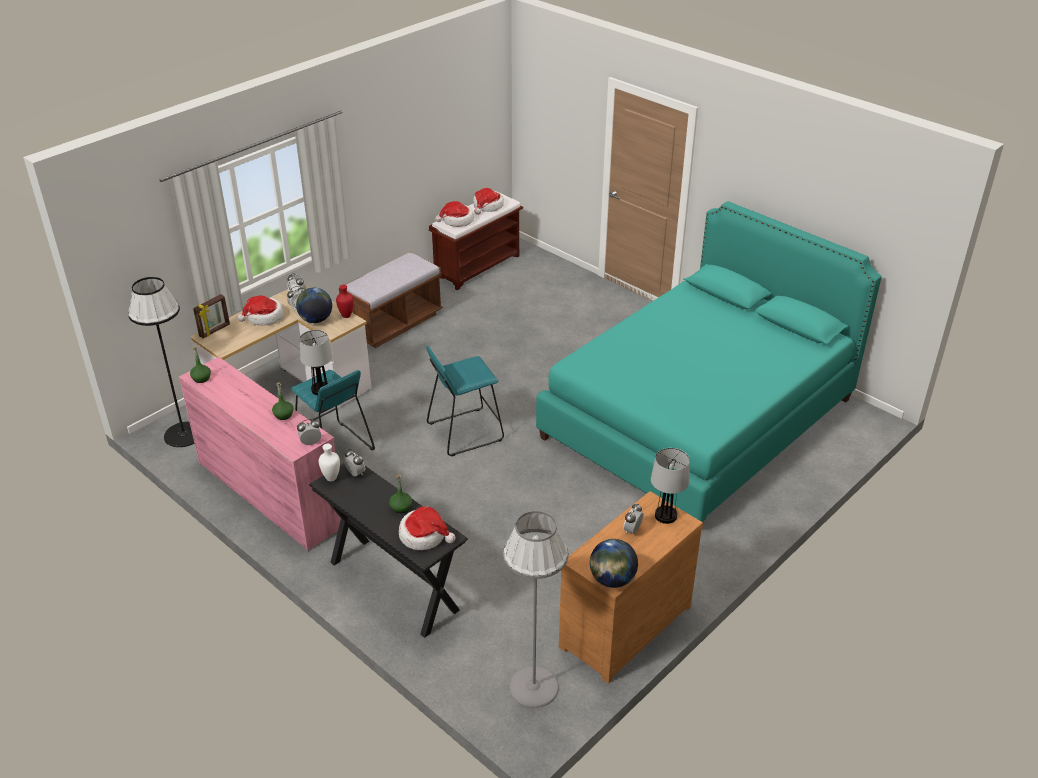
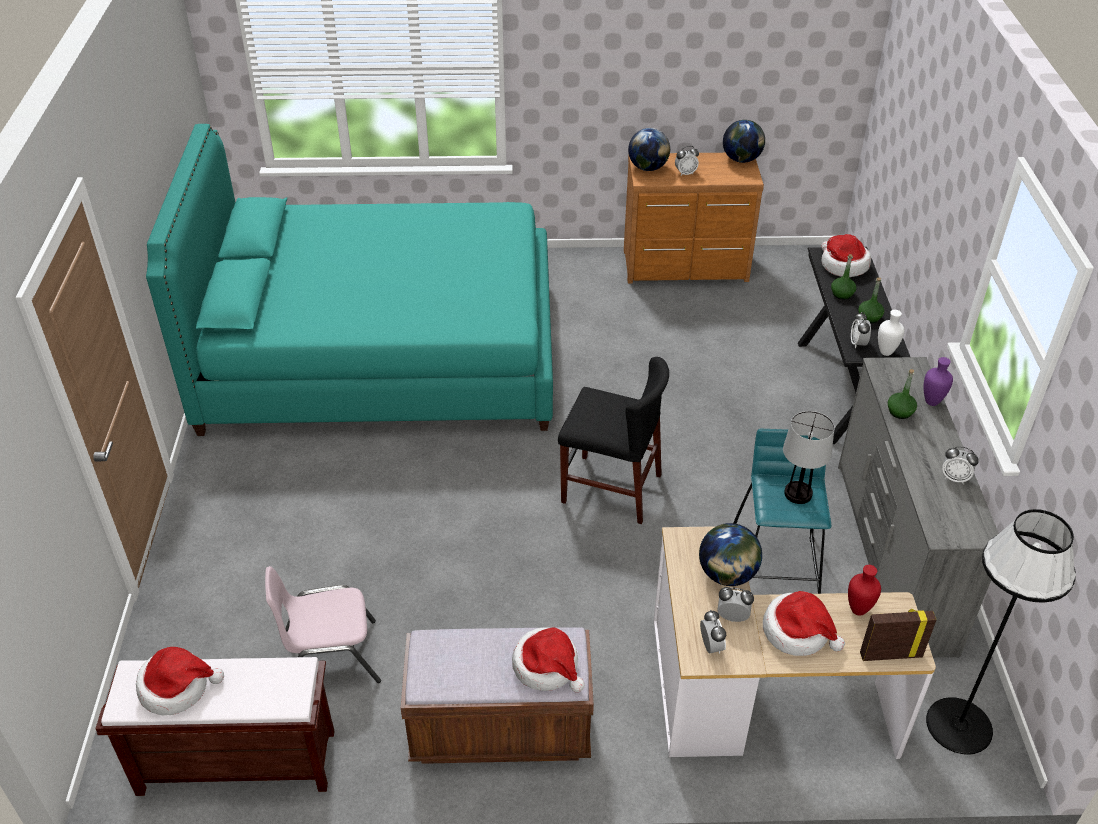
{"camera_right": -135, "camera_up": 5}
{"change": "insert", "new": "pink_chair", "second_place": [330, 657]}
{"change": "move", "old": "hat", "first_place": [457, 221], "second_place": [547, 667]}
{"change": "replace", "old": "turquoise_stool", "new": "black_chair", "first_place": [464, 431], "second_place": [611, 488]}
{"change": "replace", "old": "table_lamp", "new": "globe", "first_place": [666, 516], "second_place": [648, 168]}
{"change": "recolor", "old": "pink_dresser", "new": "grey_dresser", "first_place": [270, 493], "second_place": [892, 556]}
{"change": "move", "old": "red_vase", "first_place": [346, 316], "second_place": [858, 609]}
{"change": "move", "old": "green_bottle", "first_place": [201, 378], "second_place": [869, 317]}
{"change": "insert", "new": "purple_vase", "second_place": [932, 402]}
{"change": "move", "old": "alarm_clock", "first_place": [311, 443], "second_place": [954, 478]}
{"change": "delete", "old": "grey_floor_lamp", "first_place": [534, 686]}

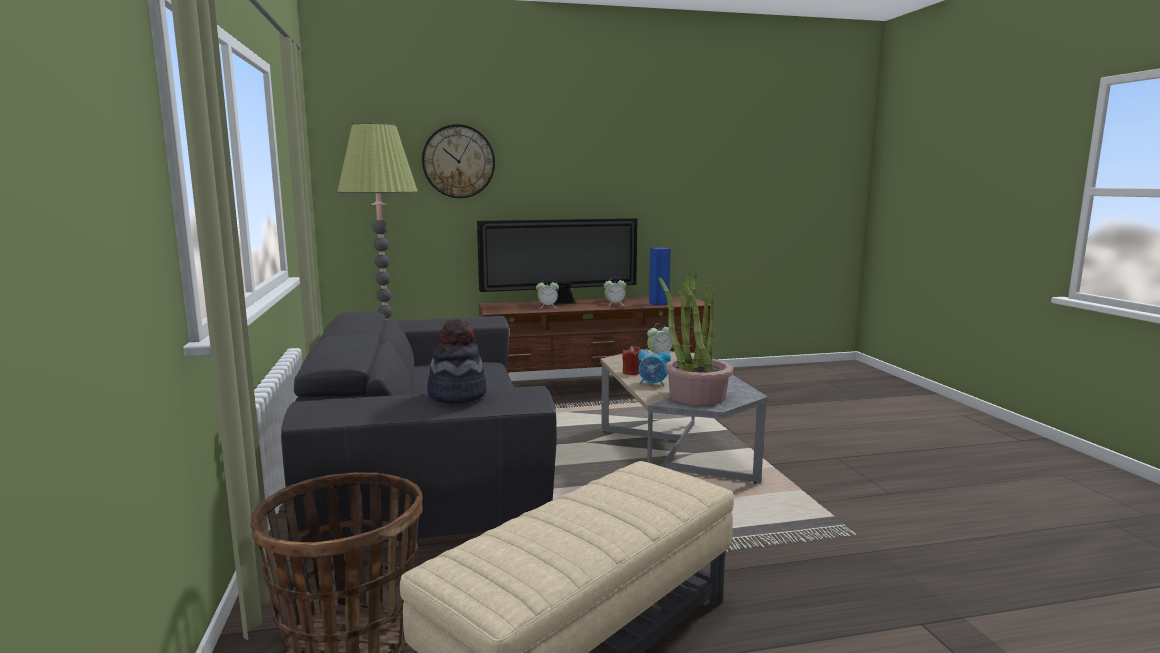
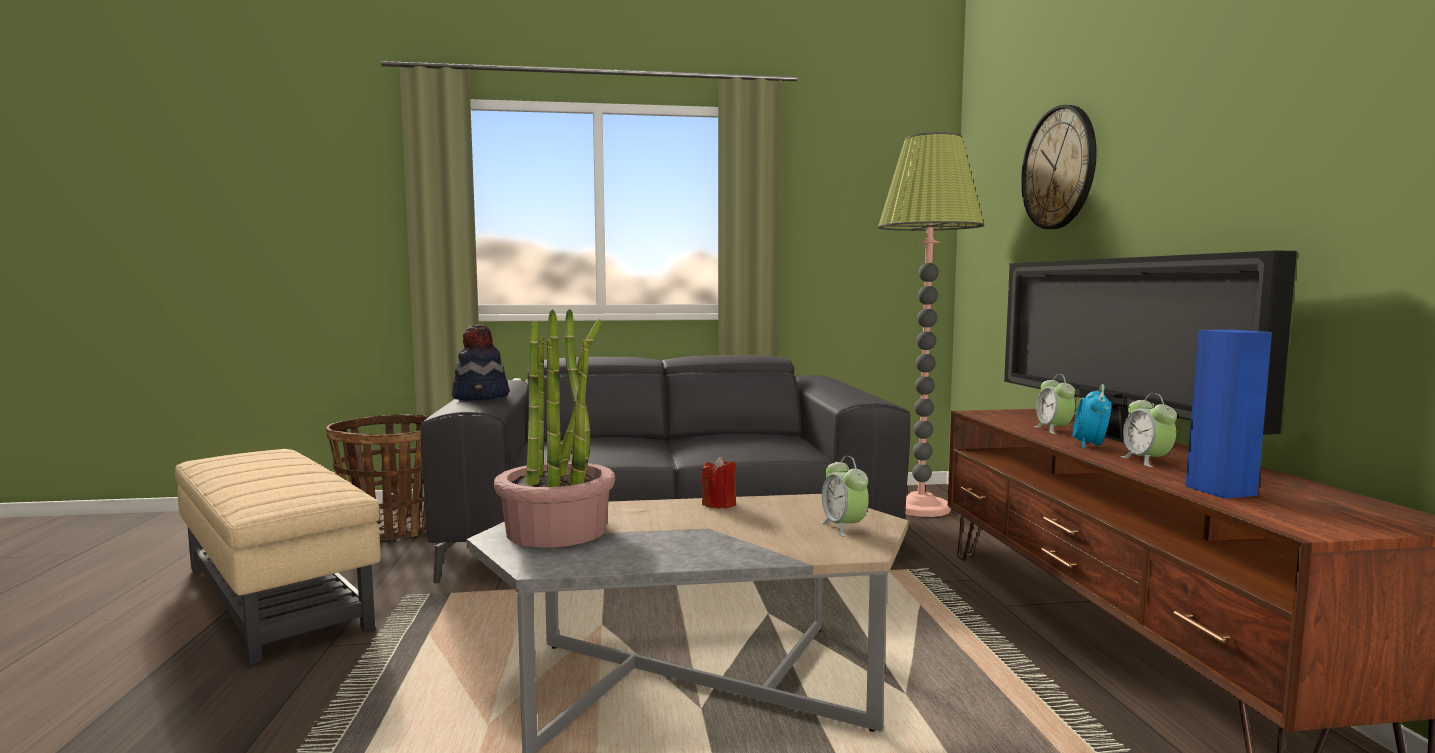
{"camera_right": 95, "camera_up": -5}
{"change": "move", "old": "alarm_clock", "first_place": [653, 384], "second_place": [1090, 445]}

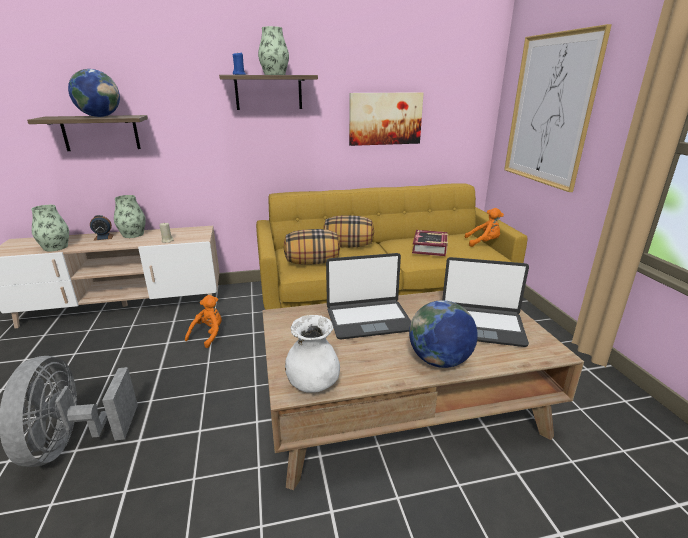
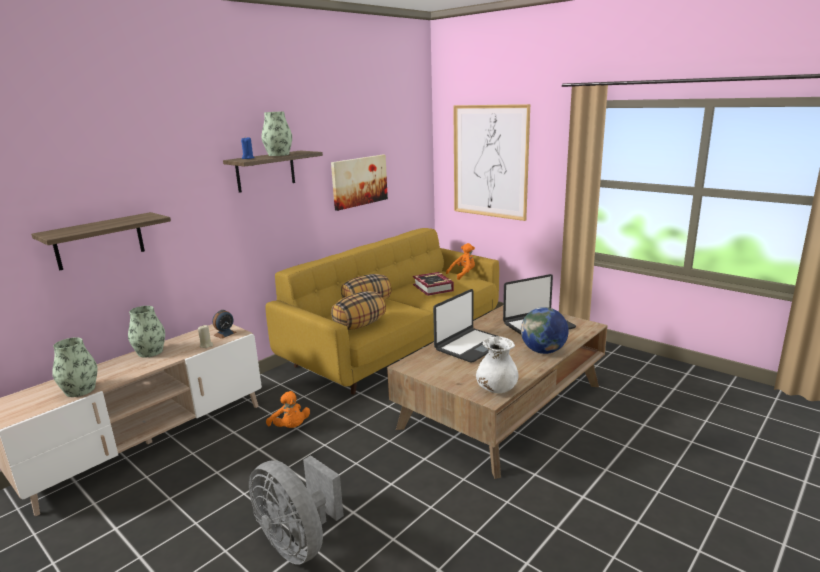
{"camera_right": -35, "camera_up": -5}
{"change": "move", "old": "alarm_clock", "first_place": [103, 237], "second_place": [225, 334]}
{"change": "rotate", "old": "orange_plush_toy", "first_place": [208, 335], "second_place": [290, 427], "degrees": 150}
{"change": "delete", "old": "globe", "first_place": [100, 116]}

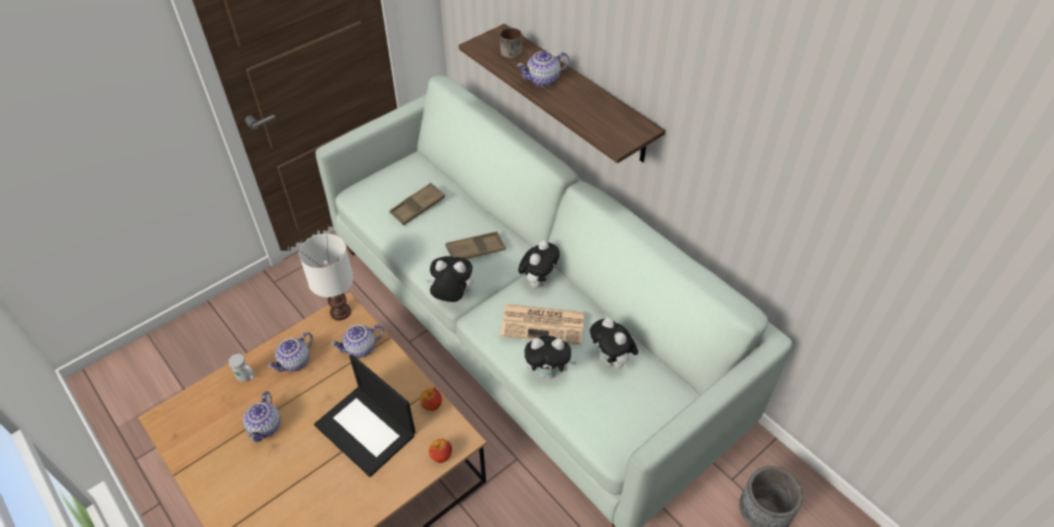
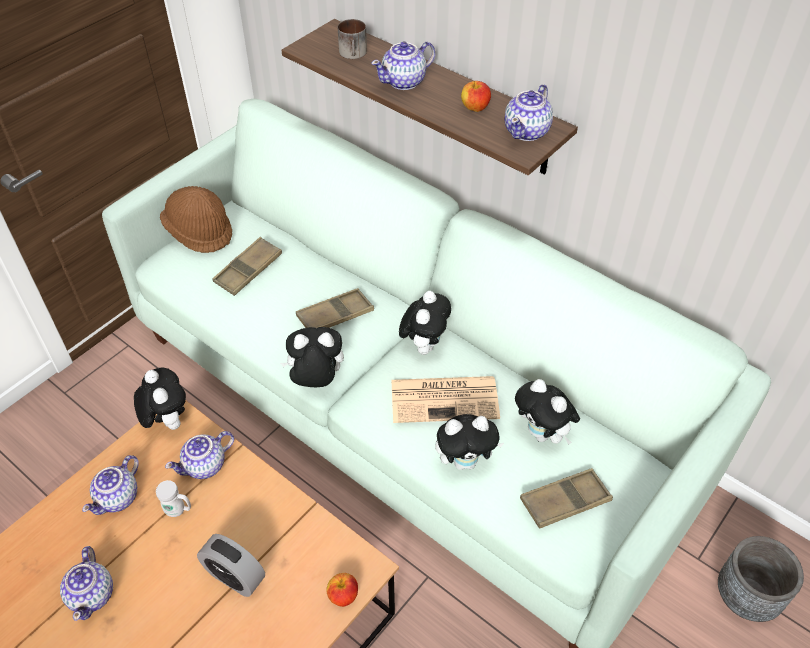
{"camera_right": -10, "camera_up": 0}
{"change": "replace", "old": "white_table_lamp", "new": "plush_toy", "first_place": [339, 312], "second_place": [167, 421]}
{"change": "move", "old": "white_mug", "first_place": [247, 378], "second_place": [178, 510]}
{"change": "insert", "new": "brown_hat", "second_place": [199, 232]}
{"change": "replace", "old": "laptop", "new": "alarm_clock", "first_place": [367, 430], "second_place": [235, 576]}
{"change": "move", "old": "apple", "first_place": [432, 405], "second_place": [475, 108]}
{"change": "insert", "new": "teapot", "second_place": [527, 131]}
{"change": "insert", "new": "brown_tray", "second_place": [565, 501]}

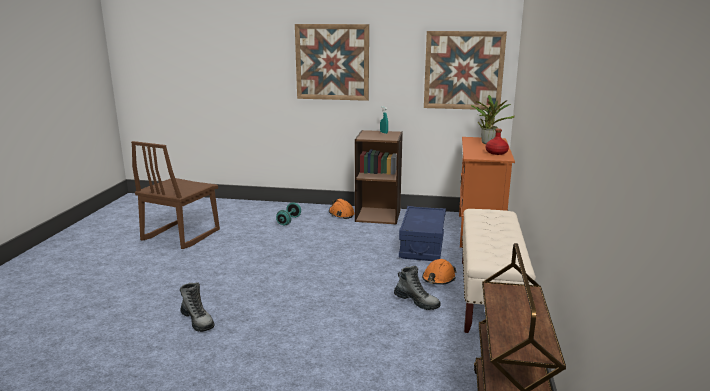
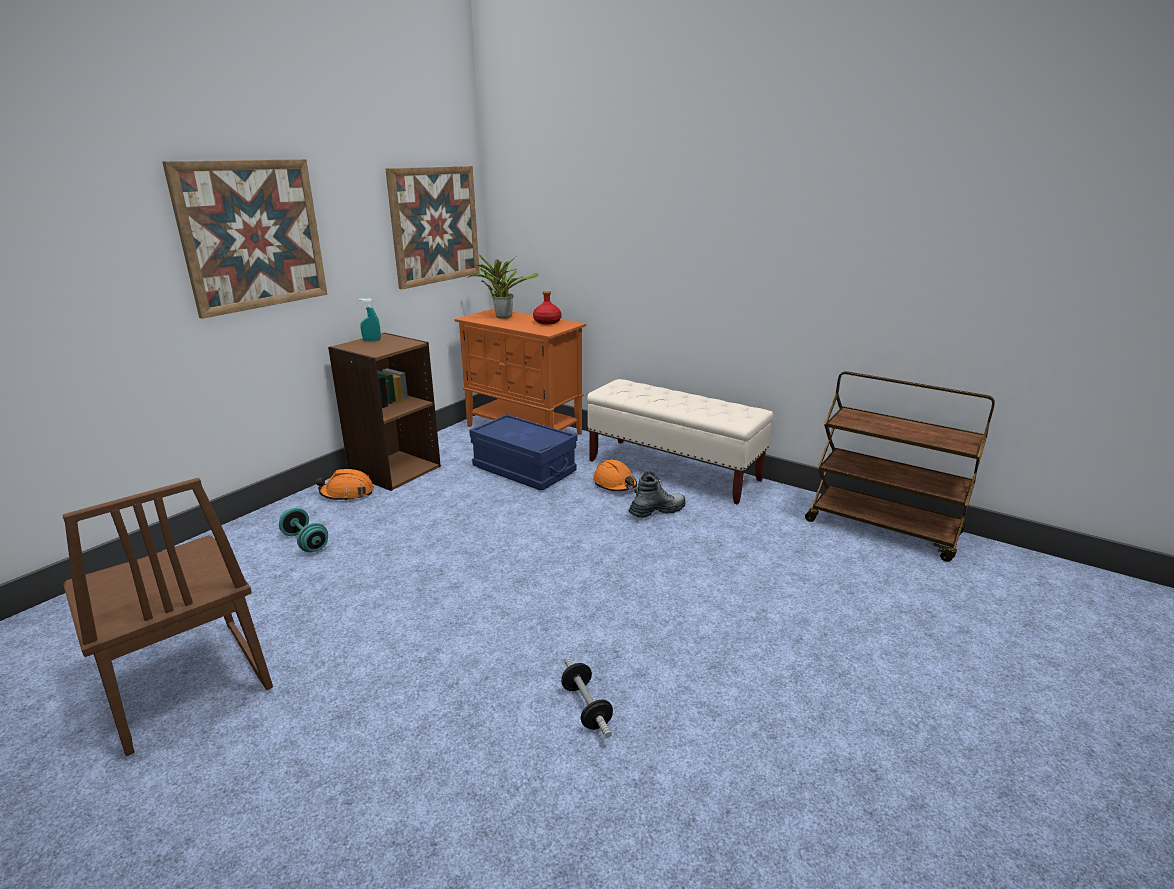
{"camera_right": -65, "camera_up": 5}
{"change": "replace", "old": "boot", "new": "dumbbell", "first_place": [197, 321], "second_place": [586, 707]}

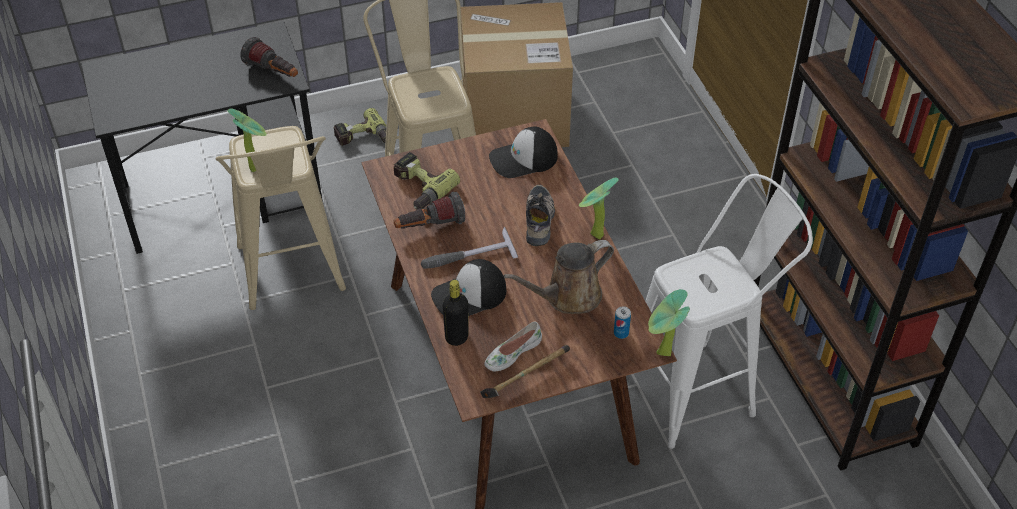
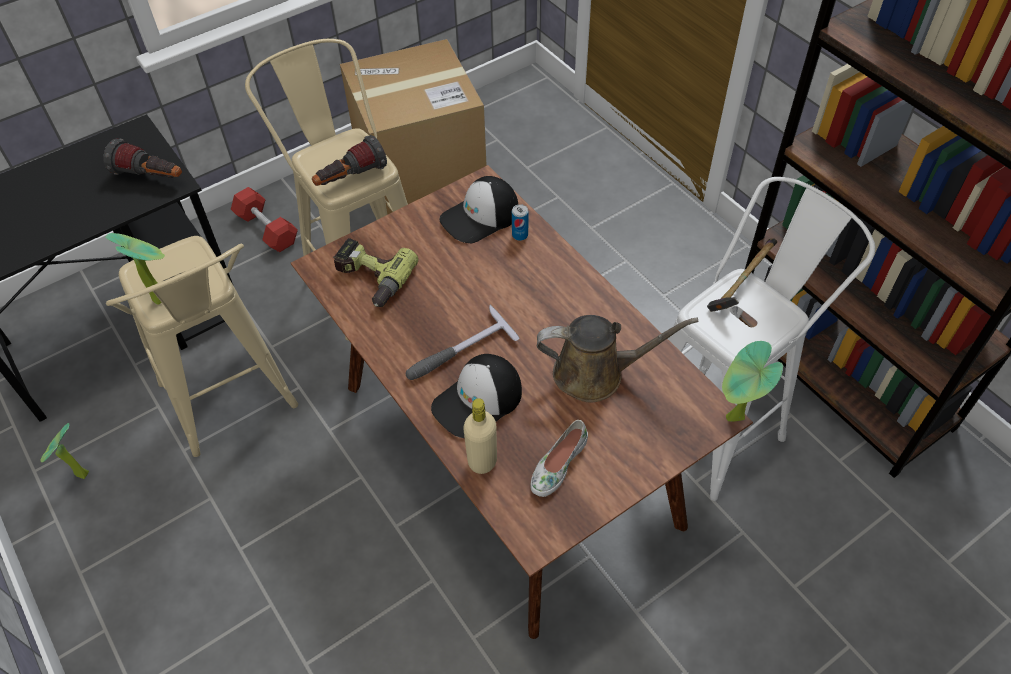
{"camera_right": -15, "camera_up": 5}
{"change": "move", "old": "potted_plant", "first_place": [594, 236], "second_place": [79, 476]}
{"change": "replace", "old": "power_drill", "new": "red_dumbbell", "first_place": [363, 138], "second_place": [267, 229]}
{"change": "move", "old": "flashlight", "first_place": [429, 226], "second_place": [350, 178]}
{"change": "recolor", "old": "black_bottle", "new": "beige_bottle", "first_place": [456, 337], "second_place": [482, 461]}
{"change": "move", "old": "can", "first_place": [621, 333], "second_place": [520, 235]}
{"change": "rotate", "old": "brown_watering_can", "first_place": [568, 296], "second_place": [595, 373], "degrees": -135}
{"change": "move", "old": "hammer", "first_place": [524, 380], "second_place": [741, 284]}
{"change": "delete", "old": "shoe", "first_place": [540, 220]}

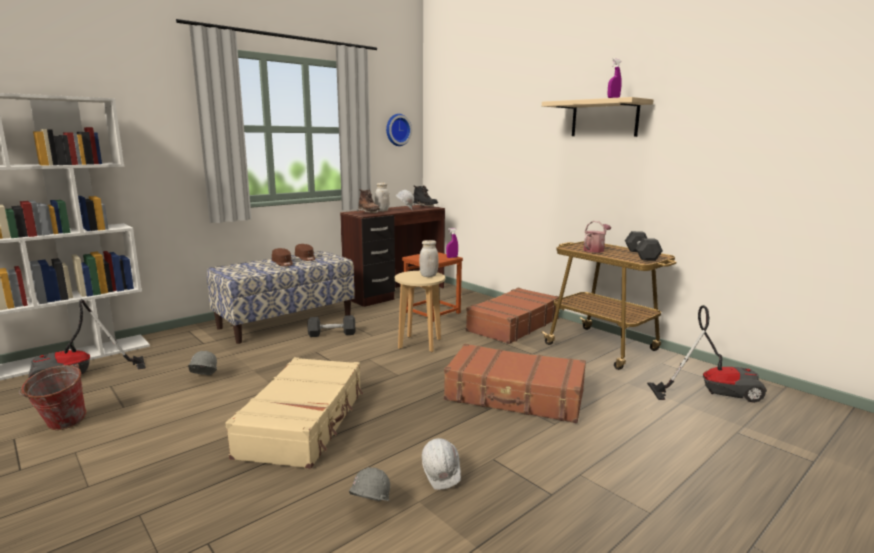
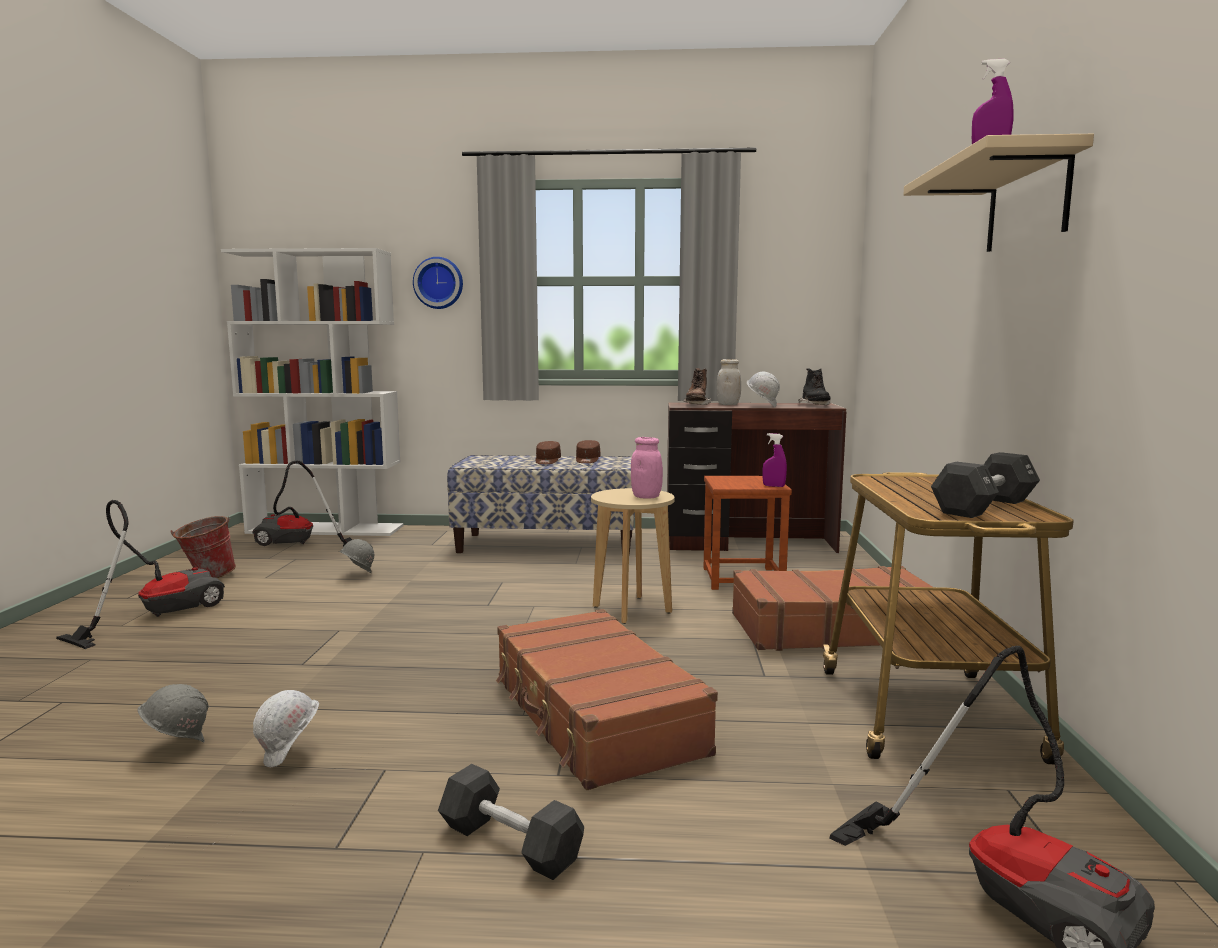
{"camera_right": 45, "camera_up": -5}
{"change": "insert", "new": "vacuum_cleaner", "second_place": [158, 614]}
{"change": "move", "old": "wall_clock", "first_place": [397, 130], "second_place": [439, 283]}
{"change": "move", "old": "black_dumbbell", "first_place": [332, 334], "second_place": [510, 844]}
{"change": "recolor", "old": "white_jar", "new": "pink_jar", "first_place": [428, 275], "second_place": [646, 497]}
{"change": "delete", "old": "beige_suitcase", "first_place": [304, 423]}
{"change": "delete", "old": "watering_can", "first_place": [595, 250]}

